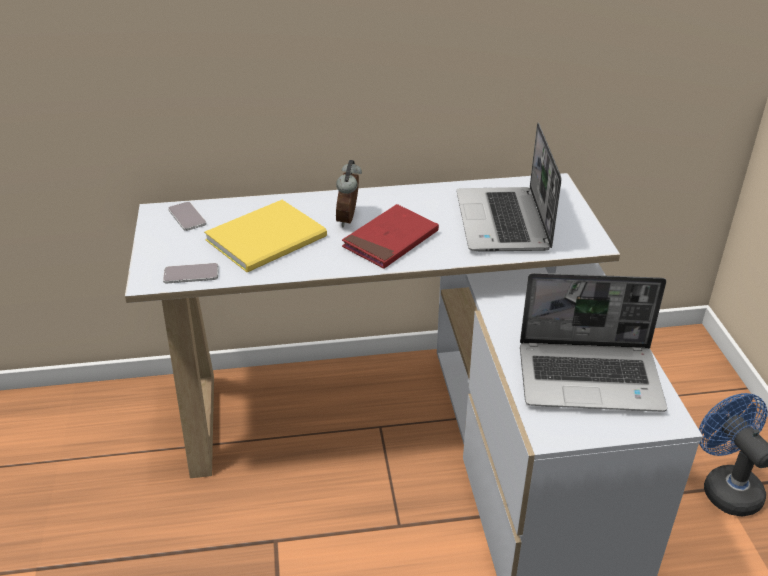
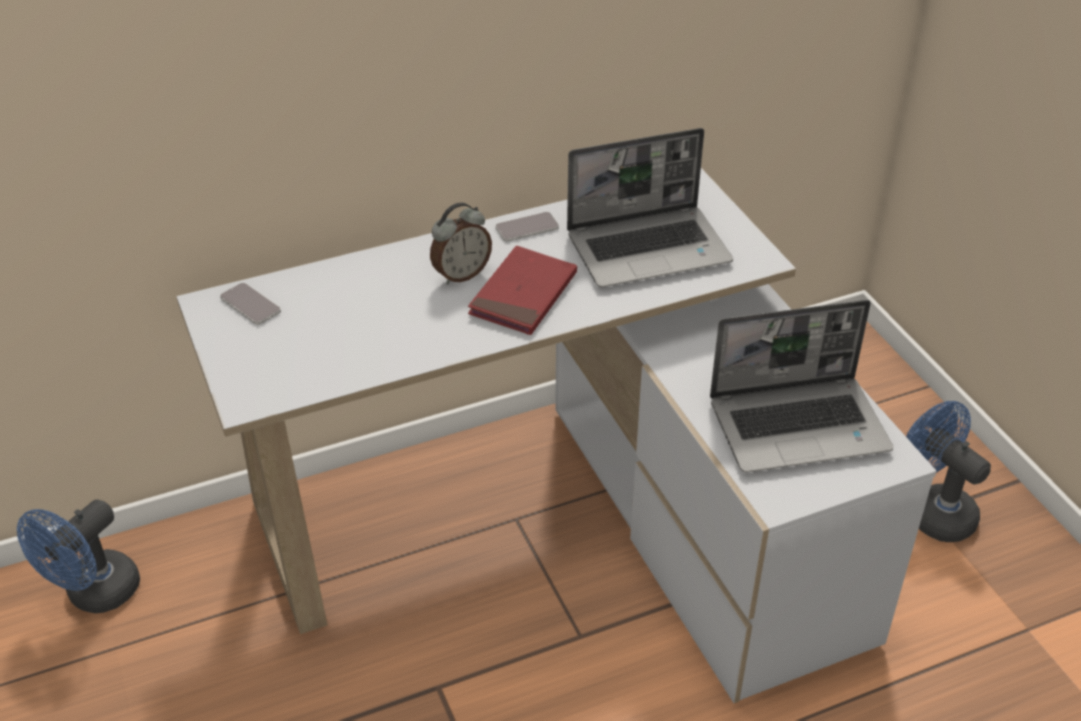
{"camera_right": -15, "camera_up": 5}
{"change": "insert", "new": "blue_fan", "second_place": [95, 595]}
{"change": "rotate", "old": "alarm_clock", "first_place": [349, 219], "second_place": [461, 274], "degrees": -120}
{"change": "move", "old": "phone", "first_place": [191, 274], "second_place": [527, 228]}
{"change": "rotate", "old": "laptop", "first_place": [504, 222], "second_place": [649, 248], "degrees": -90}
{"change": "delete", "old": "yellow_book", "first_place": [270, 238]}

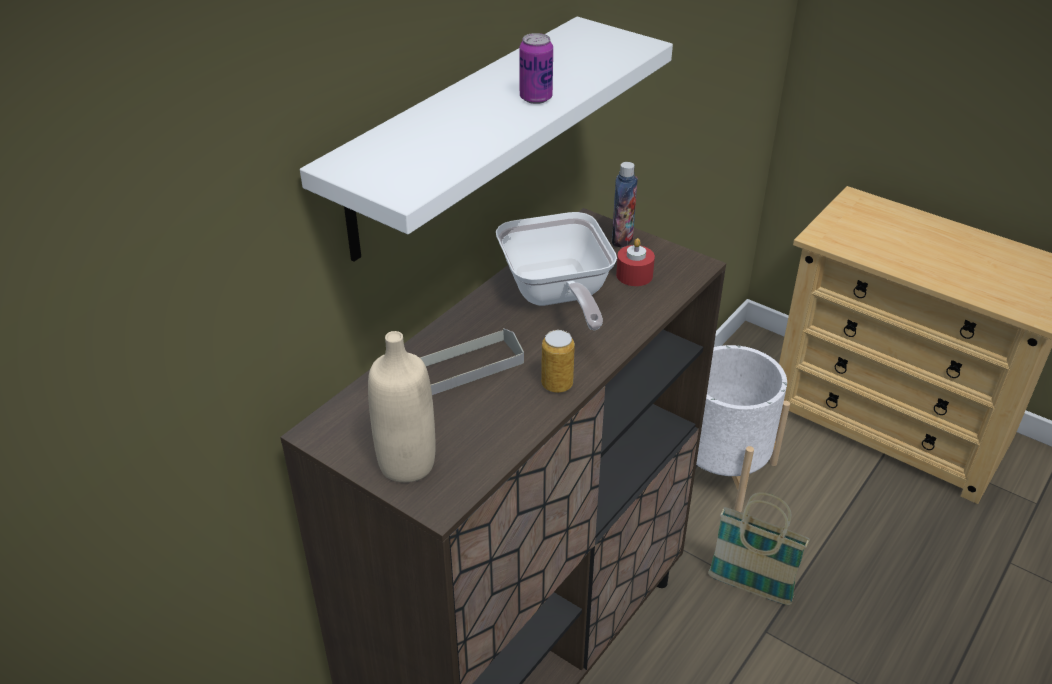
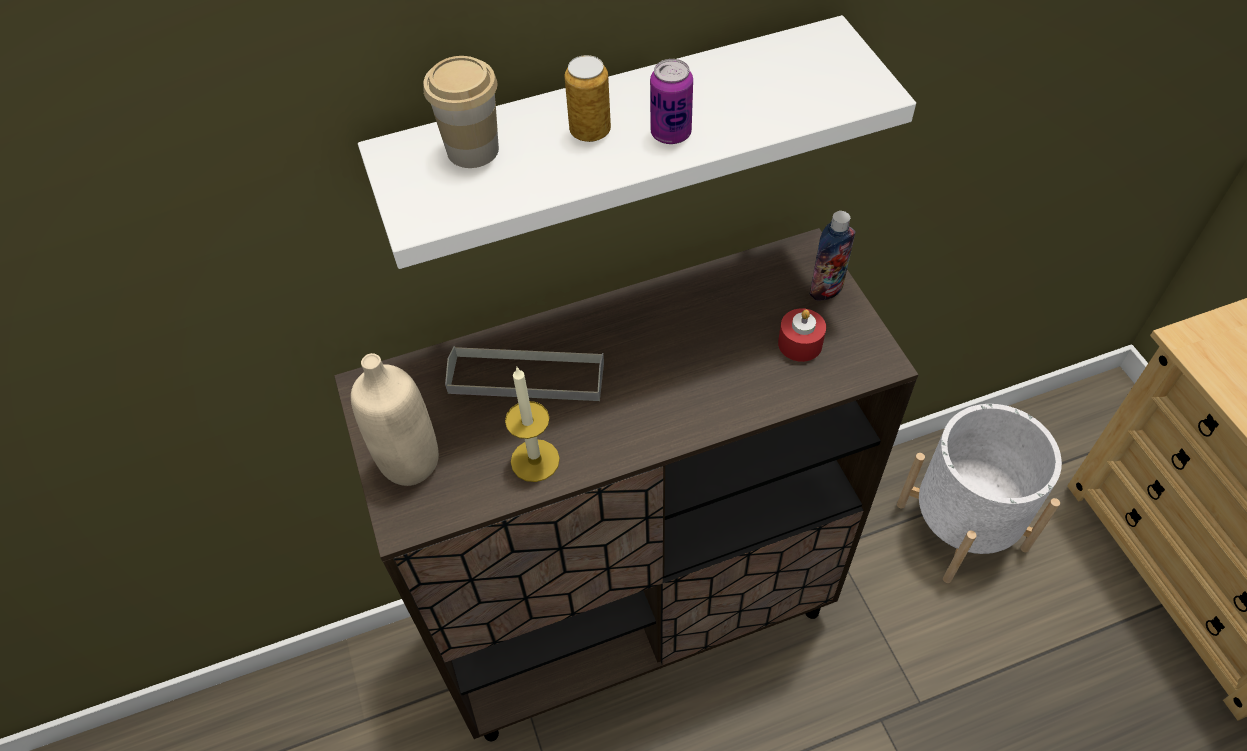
{"camera_right": 35, "camera_up": 15}
{"change": "insert", "new": "cup", "second_place": [473, 150]}
{"change": "insert", "new": "candle", "second_place": [535, 460]}
{"change": "move", "old": "can", "first_place": [557, 384], "second_place": [590, 131]}
{"change": "delete", "old": "frying_pan", "first_place": [557, 296]}
{"change": "delete", "old": "basket", "first_place": [750, 588]}

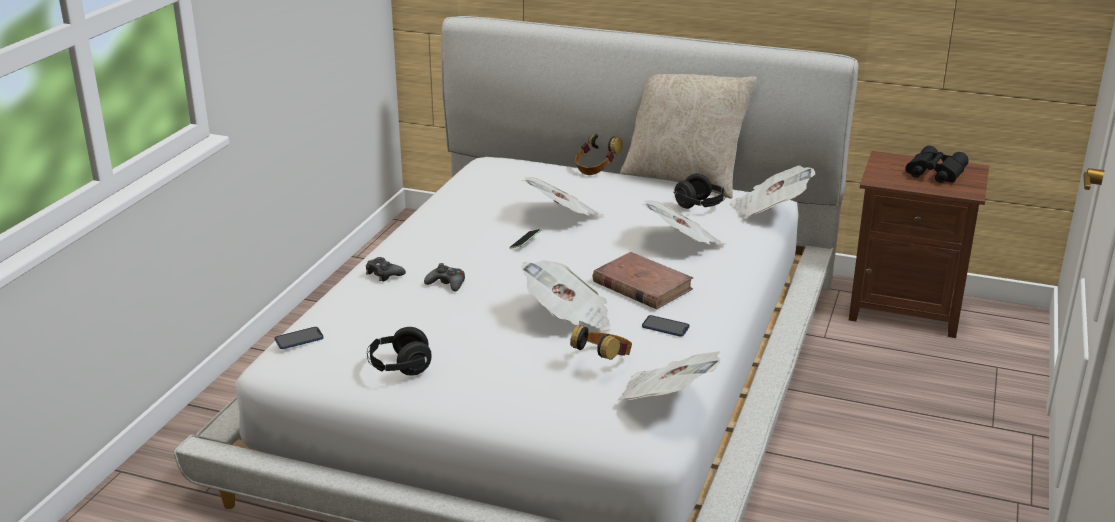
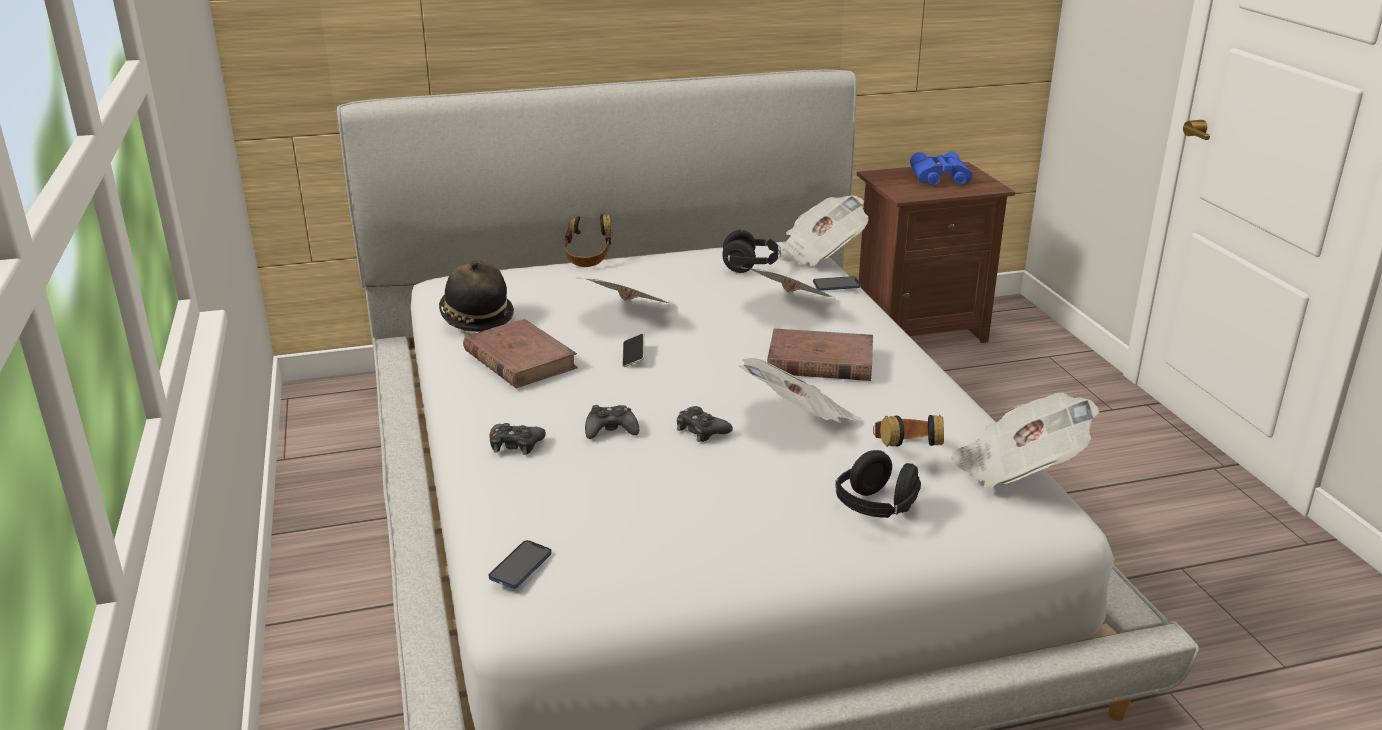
{"camera_right": -35, "camera_up": 0}
{"change": "insert", "new": "hat", "second_place": [476, 318]}
{"change": "insert", "new": "brown_book", "second_place": [519, 359]}
{"change": "insert", "new": "black_game_controller", "second_place": [701, 430]}
{"change": "move", "old": "phone", "first_place": [665, 327], "second_place": [836, 285]}
{"change": "move", "old": "black_headphones", "first_place": [399, 367], "second_place": [876, 508]}
{"change": "recolor", "old": "black_binoculars", "new": "blue_binoculars", "first_place": [933, 173], "second_place": [938, 178]}
{"change": "delete", "old": "beige_pillow", "first_place": [683, 179]}

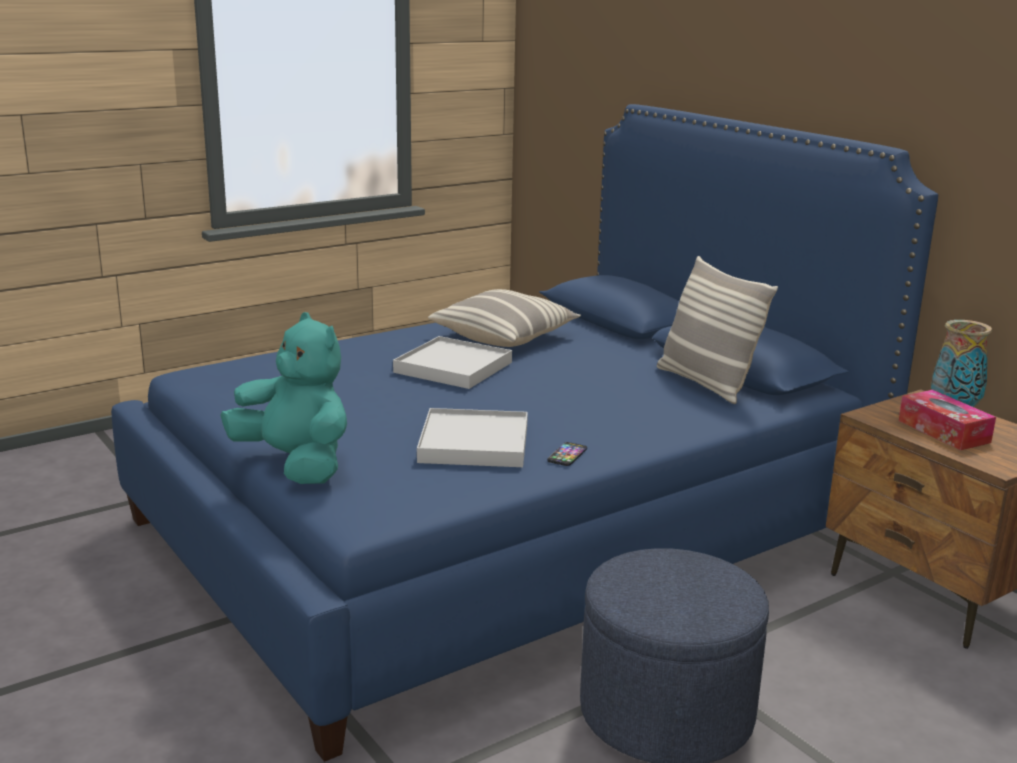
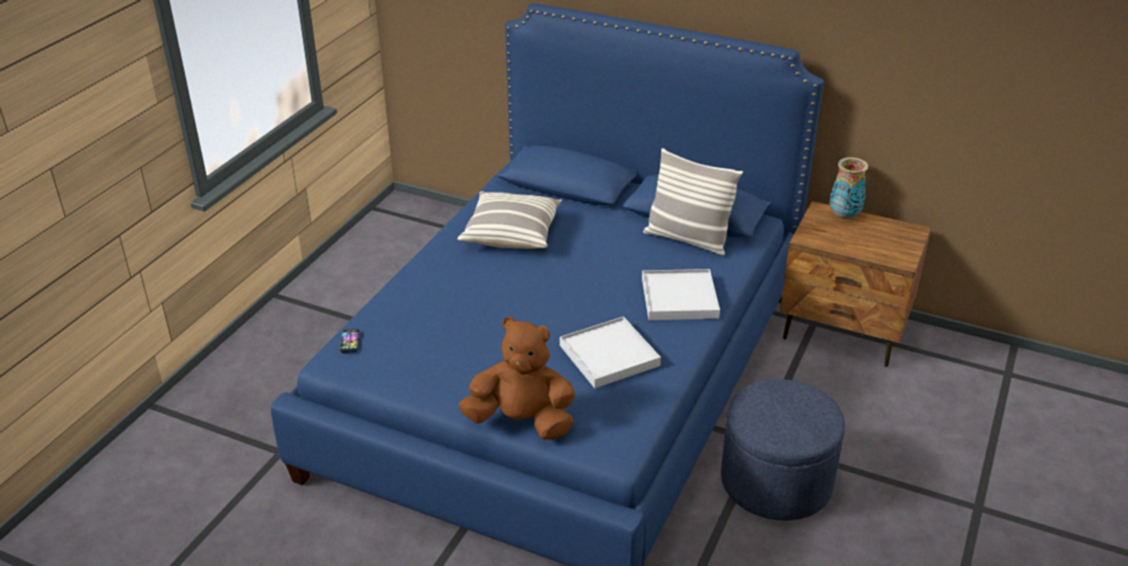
{"camera_right": -30, "camera_up": 15}
{"change": "move", "old": "phone", "first_place": [567, 455], "second_place": [349, 341]}
{"change": "recolor", "old": "turquoise_plush_toy", "new": "brown_plush_toy", "first_place": [296, 464], "second_place": [521, 421]}
{"change": "move", "old": "white_tray", "first_place": [453, 367], "second_place": [679, 298]}
{"change": "delete", "old": "tissue_box", "first_place": [943, 431]}

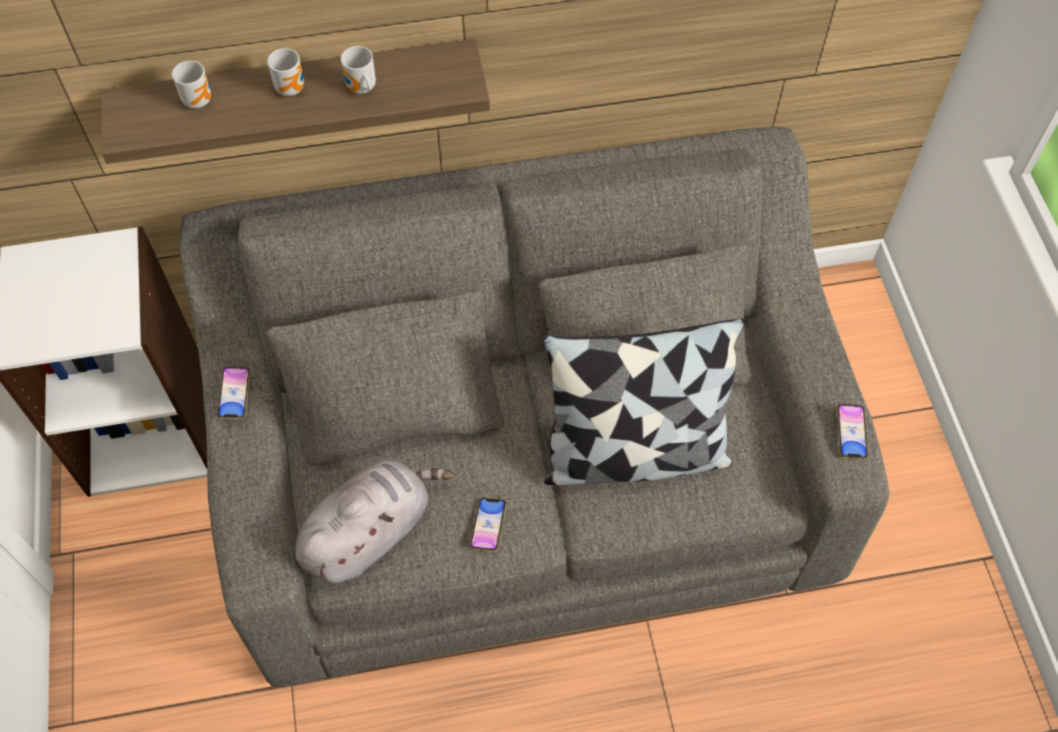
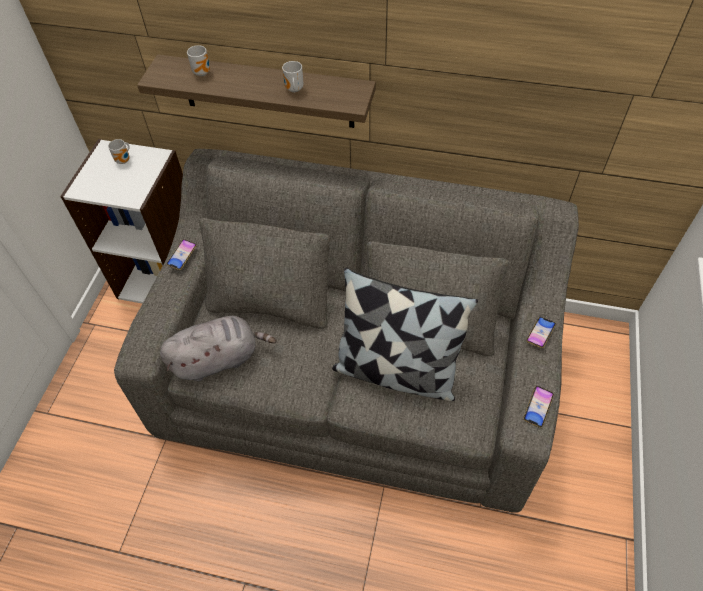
{"camera_right": 25, "camera_up": -5}
{"change": "move", "old": "mug", "first_place": [292, 88], "second_place": [124, 160]}
{"change": "move", "old": "phone", "first_place": [488, 526], "second_place": [540, 333]}

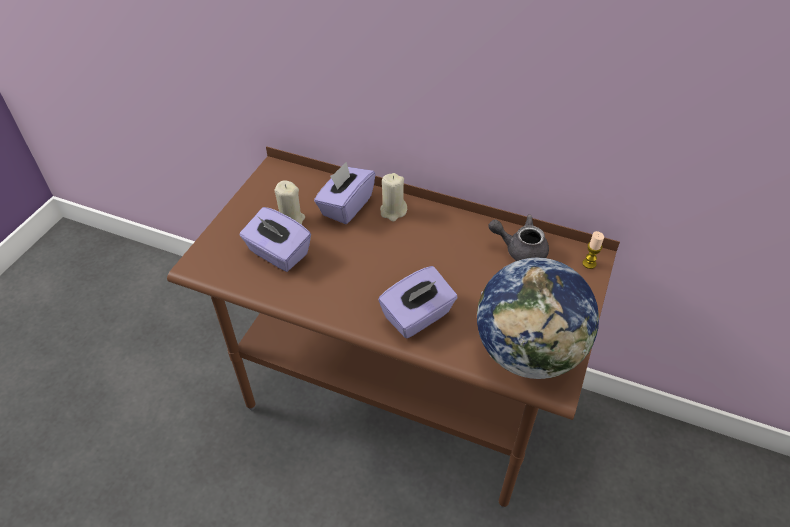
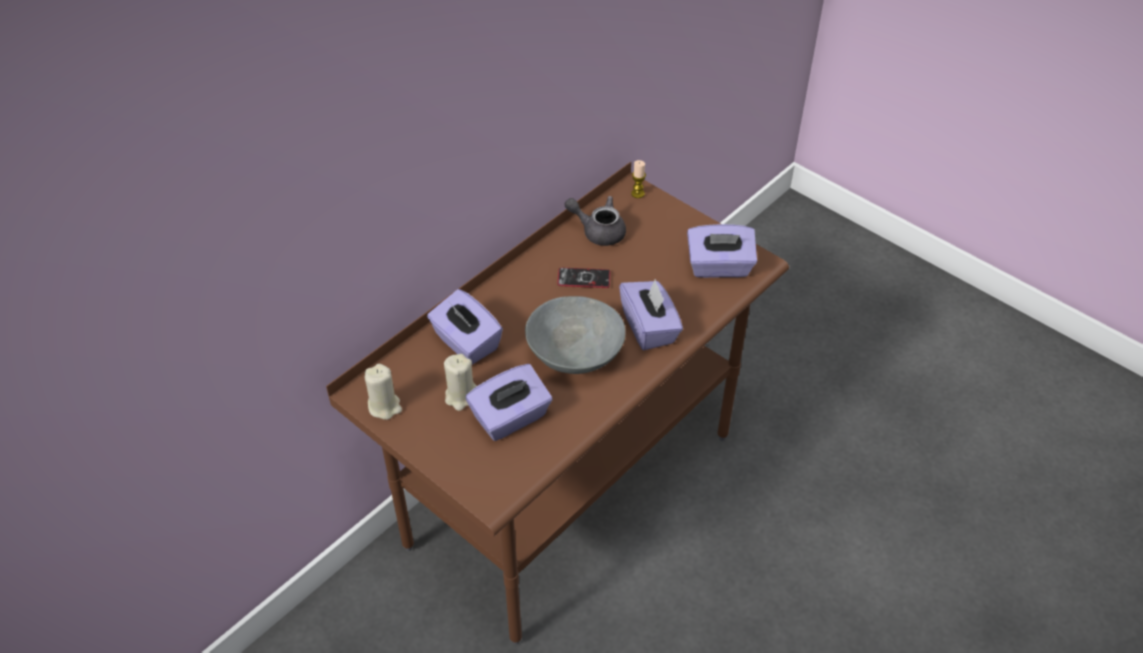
{"camera_right": -70, "camera_up": 0}
{"change": "move", "old": "beige_candle", "first_place": [393, 211], "second_place": [384, 406]}
{"change": "insert", "new": "grey_bowl", "second_place": [574, 355]}
{"change": "insert", "new": "phone", "second_place": [584, 278]}
{"change": "rotate", "old": "grey_teapot", "first_place": [520, 249], "second_place": [598, 231], "degrees": 75}
{"change": "replace", "old": "globe", "new": "purple_tissue_box", "first_place": [528, 352], "second_place": [719, 267]}

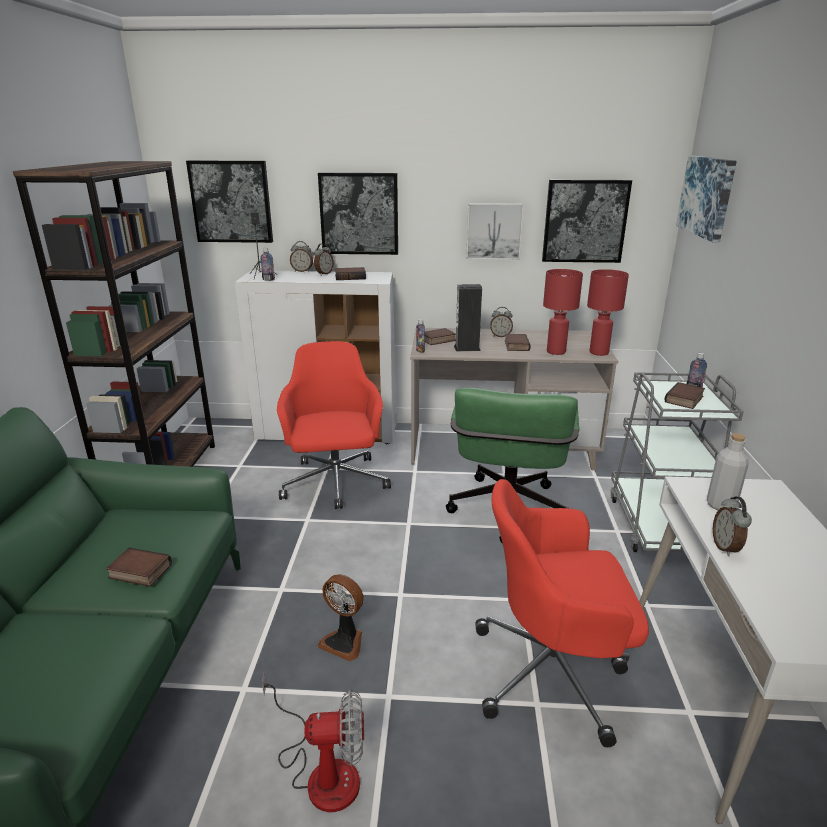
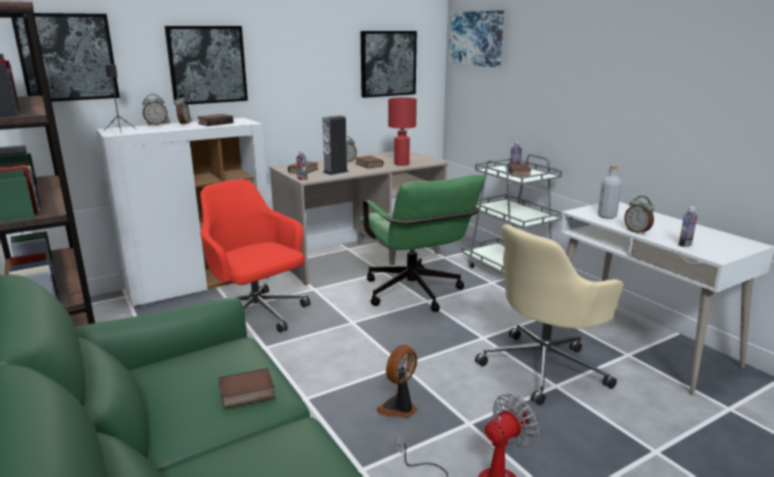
{"camera_right": -35, "camera_up": -5}
{"change": "rotate", "old": "fan", "first_place": [344, 641], "second_place": [399, 408], "degrees": 135}
{"change": "recolor", "old": "red_office_chair", "new": "beige_office_chair", "first_place": [553, 672], "second_place": [545, 366]}
{"change": "move", "old": "bottle", "first_place": [268, 279], "second_place": [685, 245]}
{"change": "delete", "old": "picture", "first_place": [494, 231]}
{"change": "delete", "old": "red_table_lamp", "first_place": [599, 353]}

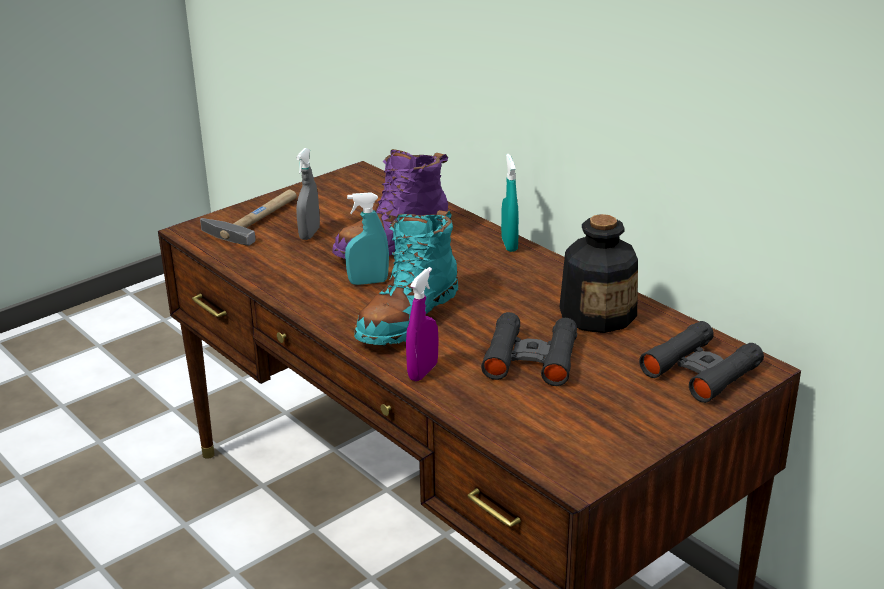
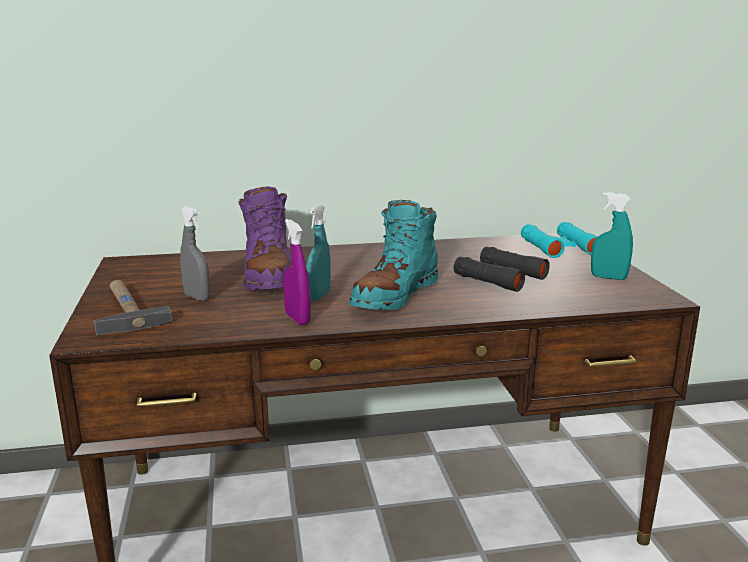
{"camera_right": -60, "camera_up": -10}
{"change": "move", "old": "purple_spray_bottle", "first_place": [423, 371], "second_place": [297, 319]}
{"change": "rotate", "old": "turquoise_boot", "first_place": [407, 317], "second_place": [395, 295], "degrees": 60}
{"change": "recolor", "old": "black_binoculars", "new": "turquoise_binoculars", "first_place": [701, 370], "second_place": [559, 247]}
{"change": "move", "old": "turquoise_spray_bottle", "first_place": [509, 244], "second_place": [608, 277]}
{"change": "delete", "old": "bottle", "first_place": [597, 314]}

